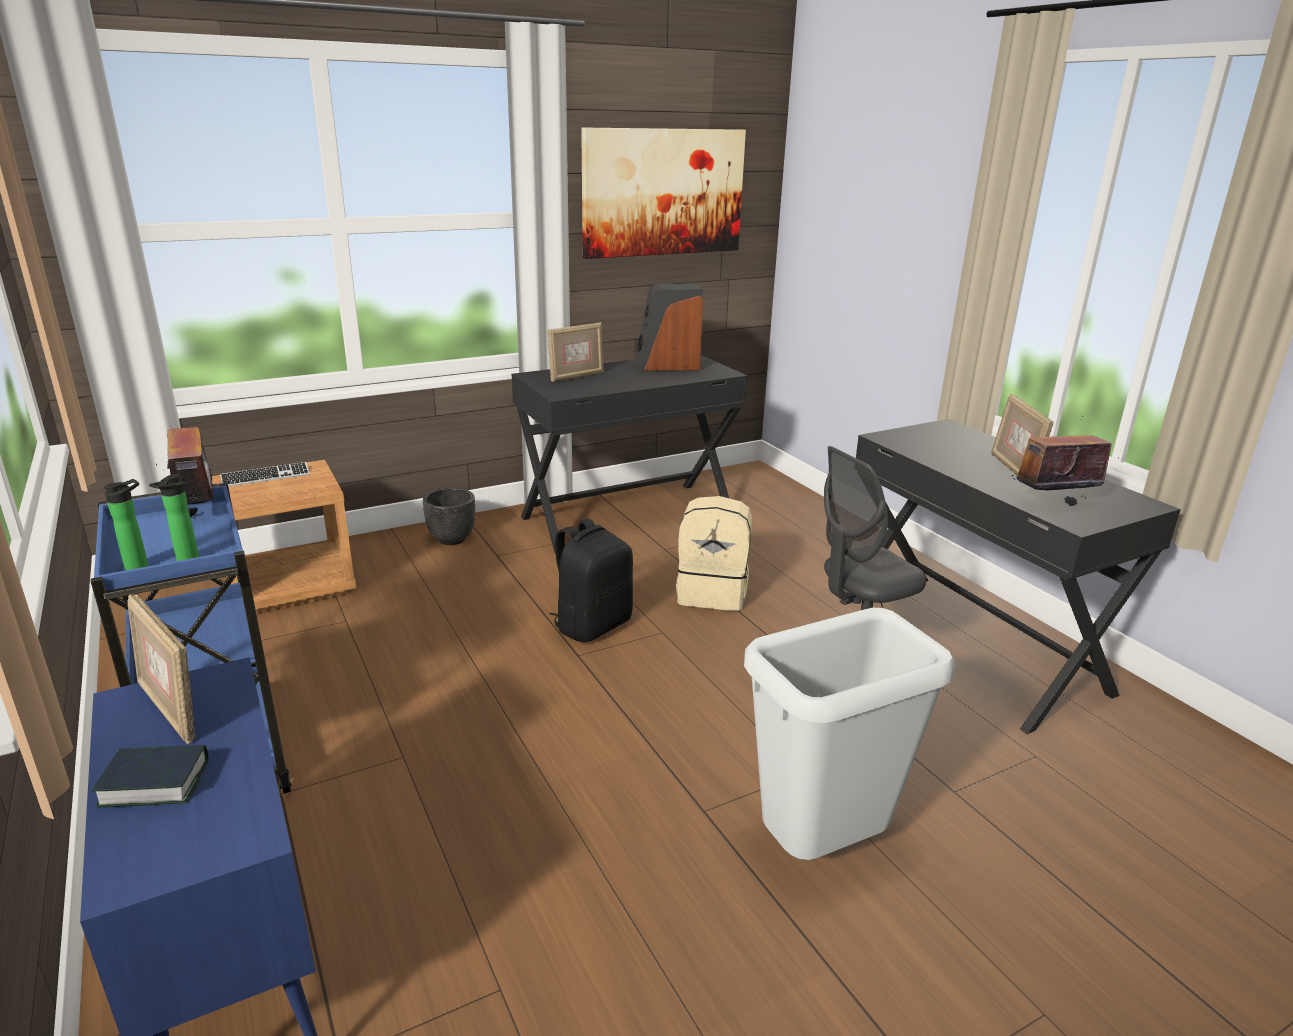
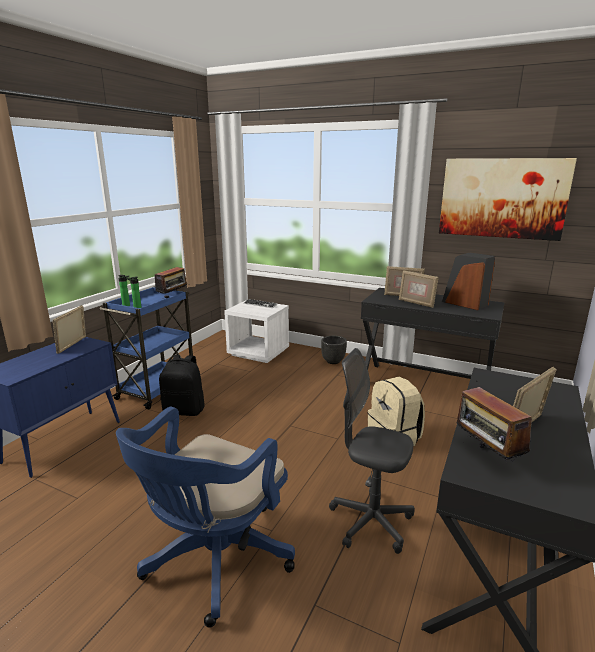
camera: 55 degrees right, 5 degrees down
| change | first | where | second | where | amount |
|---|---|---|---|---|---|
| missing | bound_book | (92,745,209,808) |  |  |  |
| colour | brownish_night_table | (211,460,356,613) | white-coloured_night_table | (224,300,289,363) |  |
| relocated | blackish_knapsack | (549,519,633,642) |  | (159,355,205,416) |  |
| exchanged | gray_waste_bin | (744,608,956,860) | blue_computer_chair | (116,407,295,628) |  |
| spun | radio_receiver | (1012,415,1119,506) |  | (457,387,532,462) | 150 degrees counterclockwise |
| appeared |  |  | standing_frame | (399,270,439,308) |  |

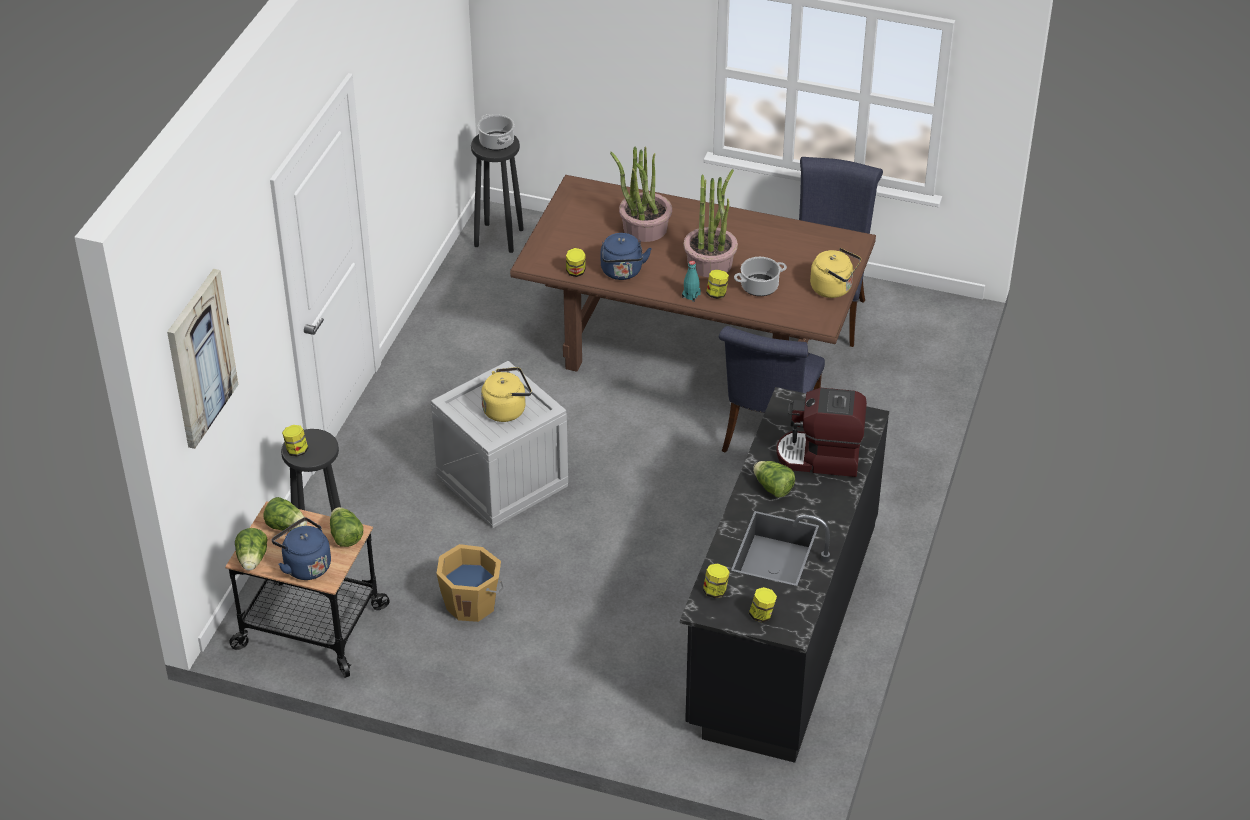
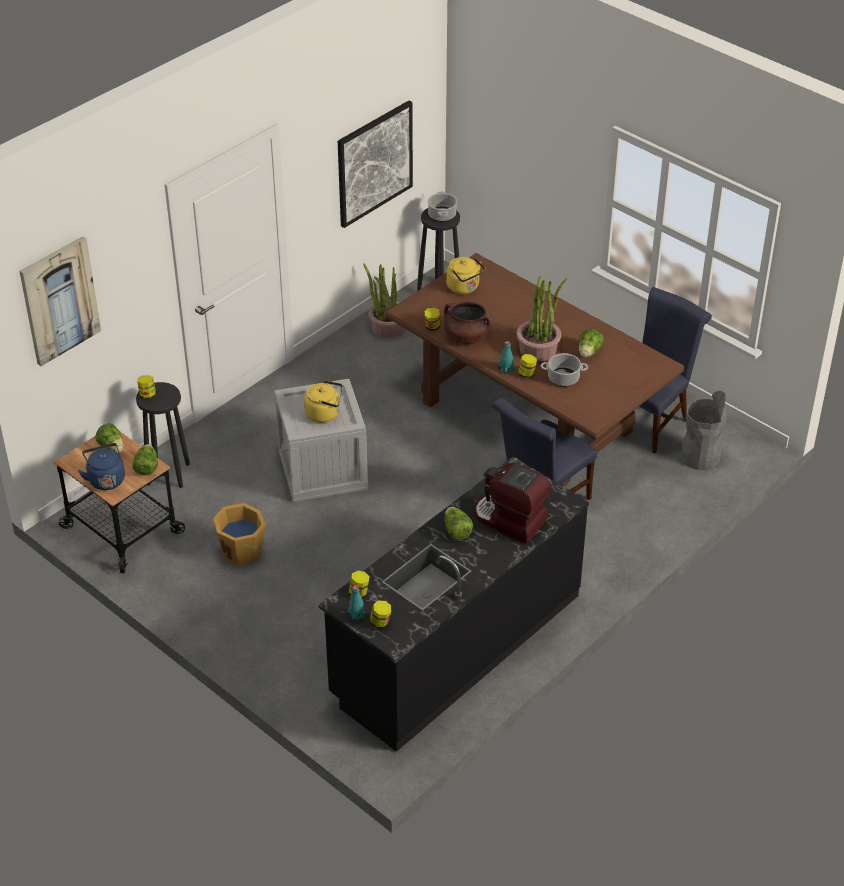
camera: 25 degrees right, 0 degrees up
| change | first | where | second | where | amount |
|---|---|---|---|---|---|
| relocated | head_of_lettuce | (235,528,268,571) |  | (578,329,604,358) |  |
| exchanged | blue_water_kettle | (601,233,652,280) | brownish_saucepot | (444,301,491,344) |  |
| relocated | potted_plant | (610,146,672,242) |  | (363,264,405,338) |  |
| relocated | yellowish_water_kettle | (810,248,861,298) |  | (446,257,486,294) |  |
| appeared |  |  | wall_art | (338,101,413,228) |  |
| appeared |  |  | turquoise_bottle | (347,585,366,623) |  |
| appeared |  |  | gray_waste_bin | (680,391,727,470) |  |

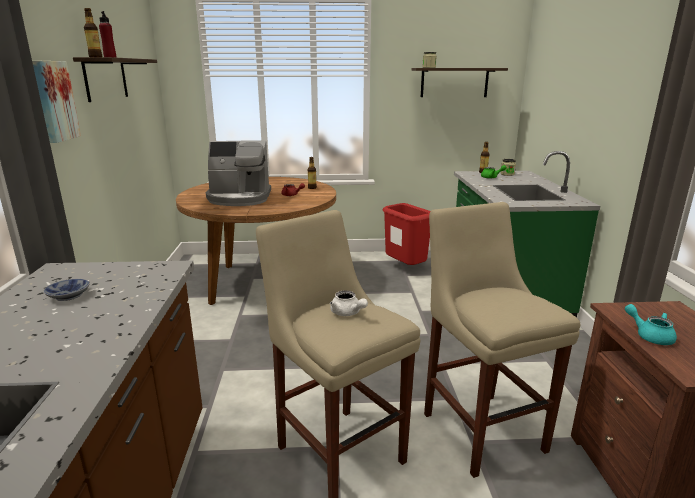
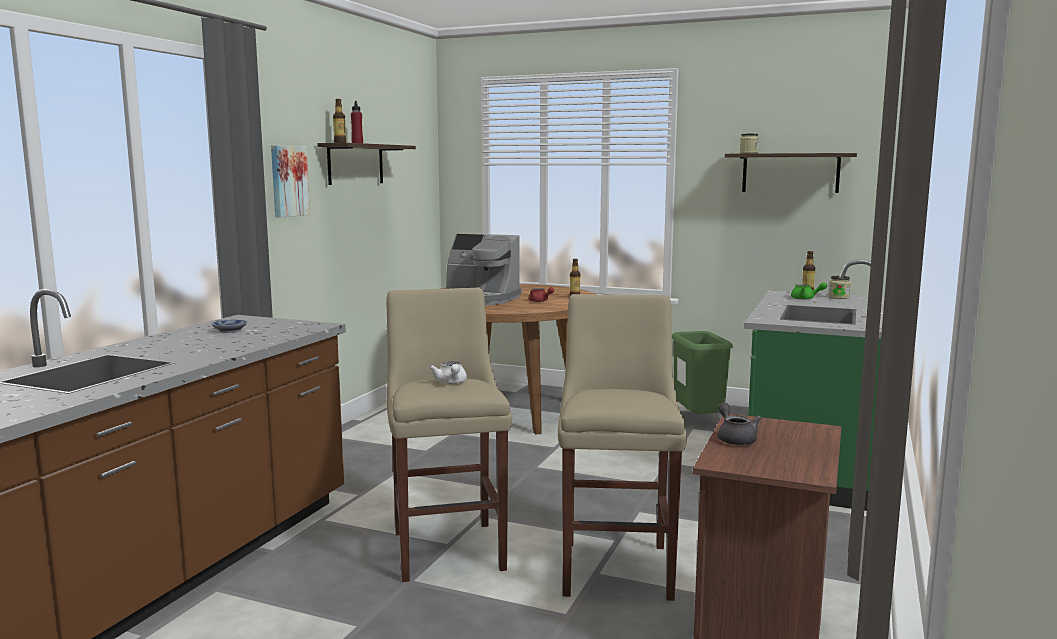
camera: 25 degrees right, 10 degrees down
| change | first | where | second | where | amount |
|---|---|---|---|---|---|
| colour | reddish_waste_bin | (383,203,430,265) | greenish_waste_bin | (672,331,733,414) |  |
| colour | turquoise_tea_pot | (625,304,677,345) | gray_tea_pot | (718,402,761,445) |  |

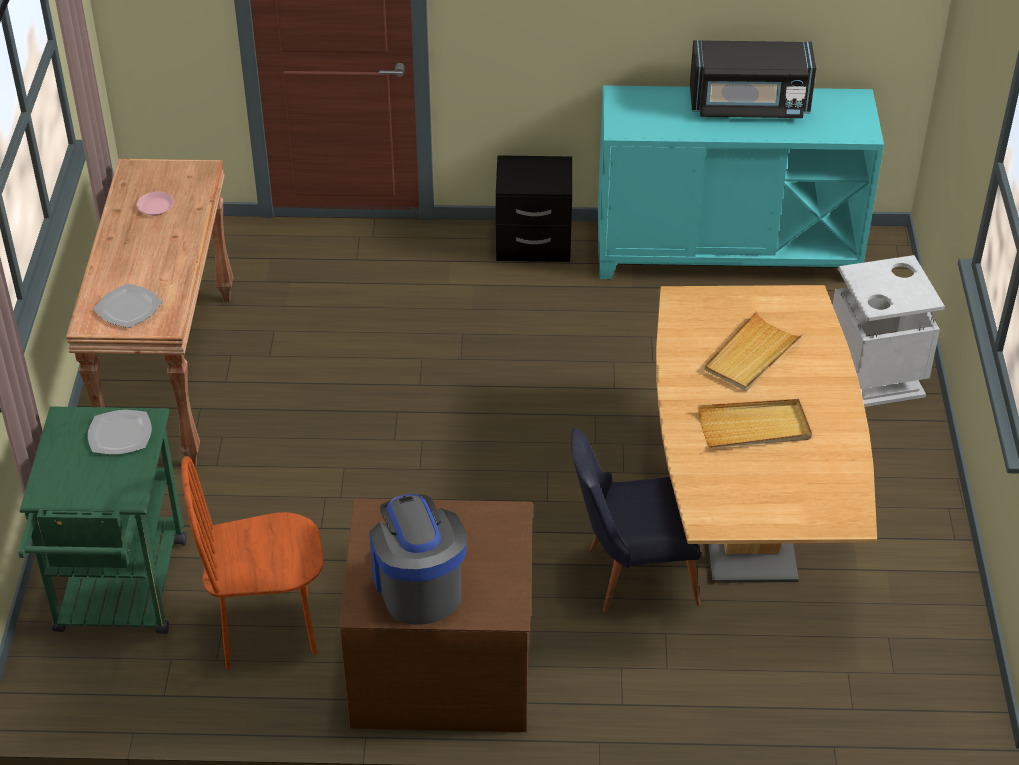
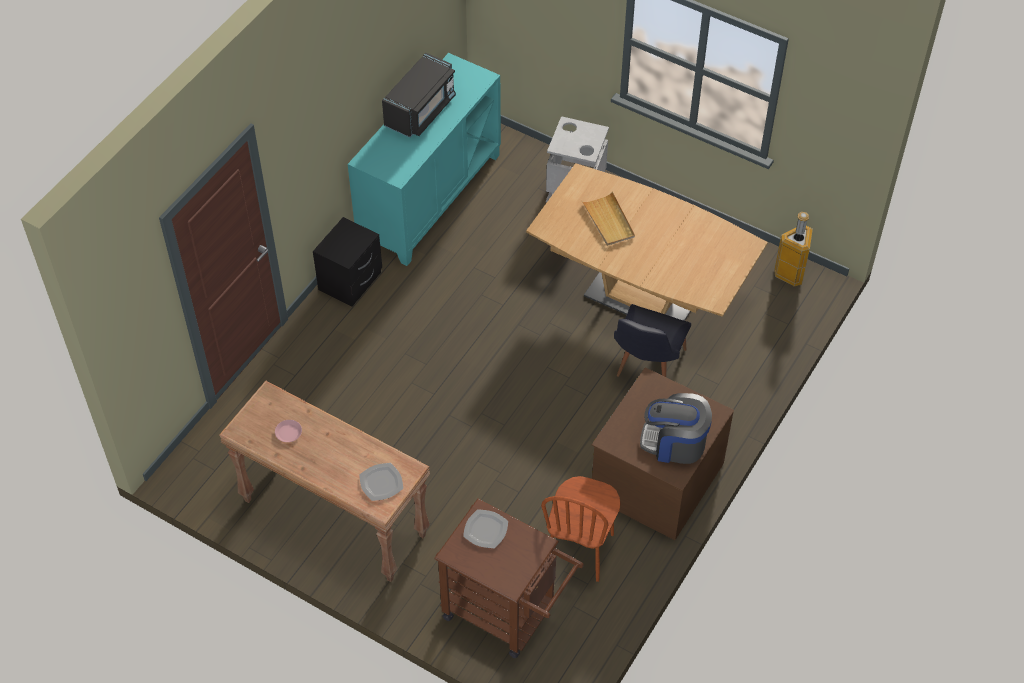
camera: 60 degrees left, 10 degrees up
| change | first | where | second | where | amount |
|---|---|---|---|---|---|
| colour | greenish_cart | (18,406,187,634) | brownish_cart | (434,499,584,658) |  |
| missing | beige-coloured_carrying_tray | (698,399,812,448) |  |  |  |
| appeared |  |  | waste_bin | (774,212,813,287) |  |

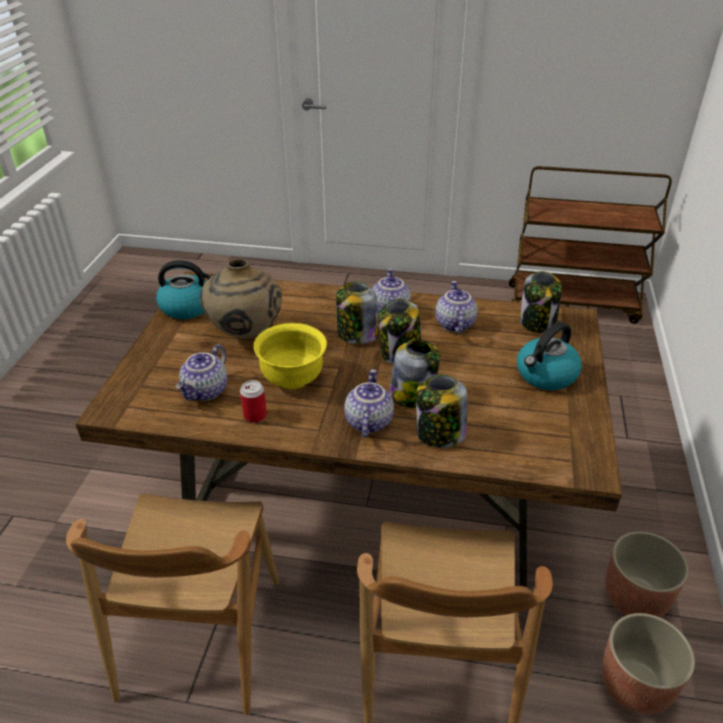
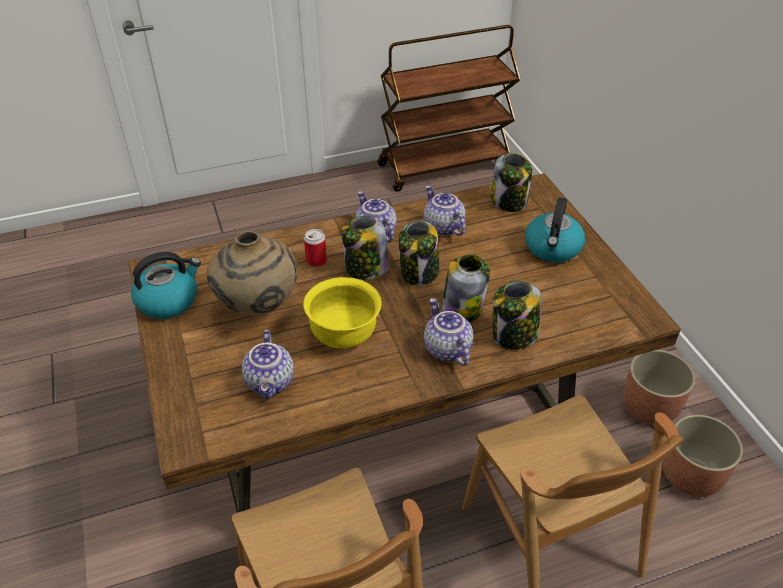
camera: 30 degrees left, 5 degrees up
| change | first | where | second | where | amount |
|---|---|---|---|---|---|
| relocated | sealed_can | (240,380,267,423) |  | (304,229,327,267) |  |

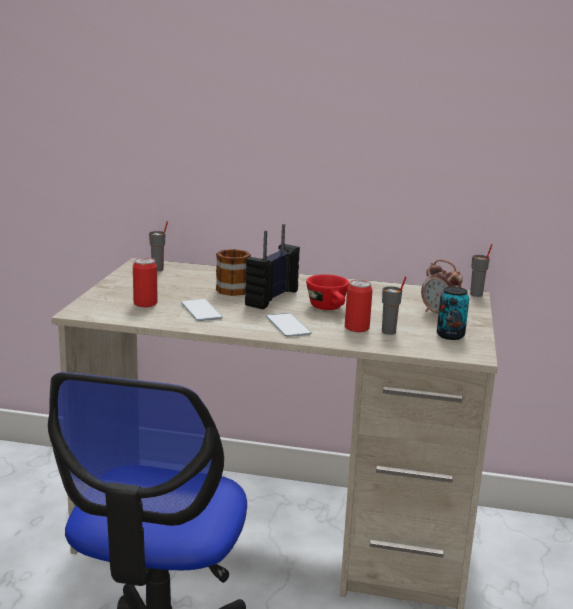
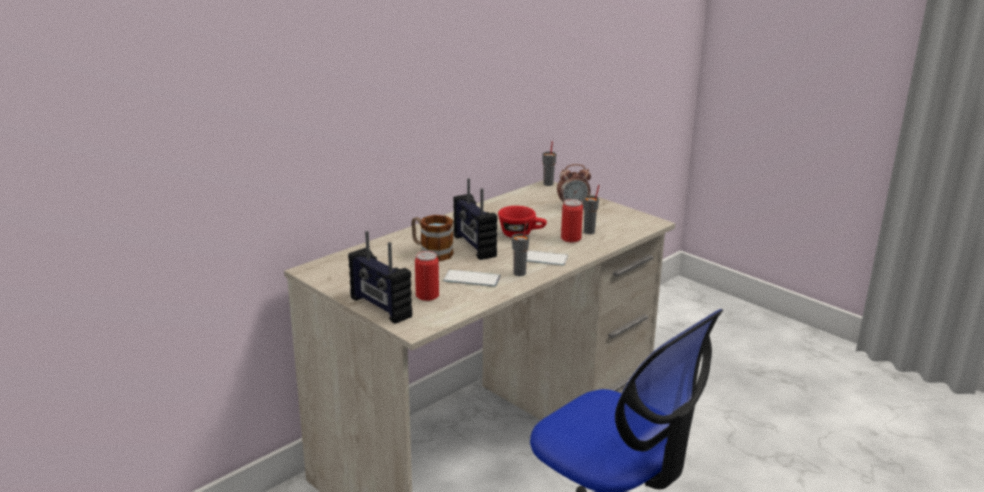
camera: 55 degrees left, 5 degrees up
| change | first | where | second | where | amount |
|---|---|---|---|---|---|
| relocated | gray_drinking_cup | (149,221,168,271) |  | (512,221,529,276) |  |
| missing | sealed_can | (437,287,469,340) |  |  |  |
| appeared |  |  | radio_receiver | (348,231,412,324) |  |

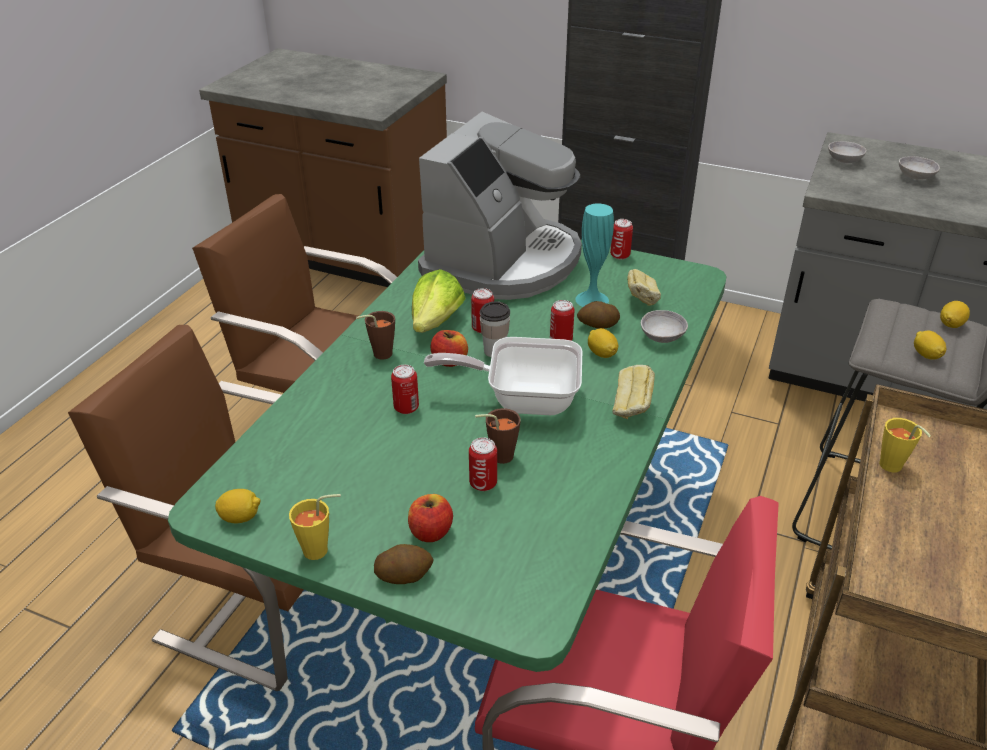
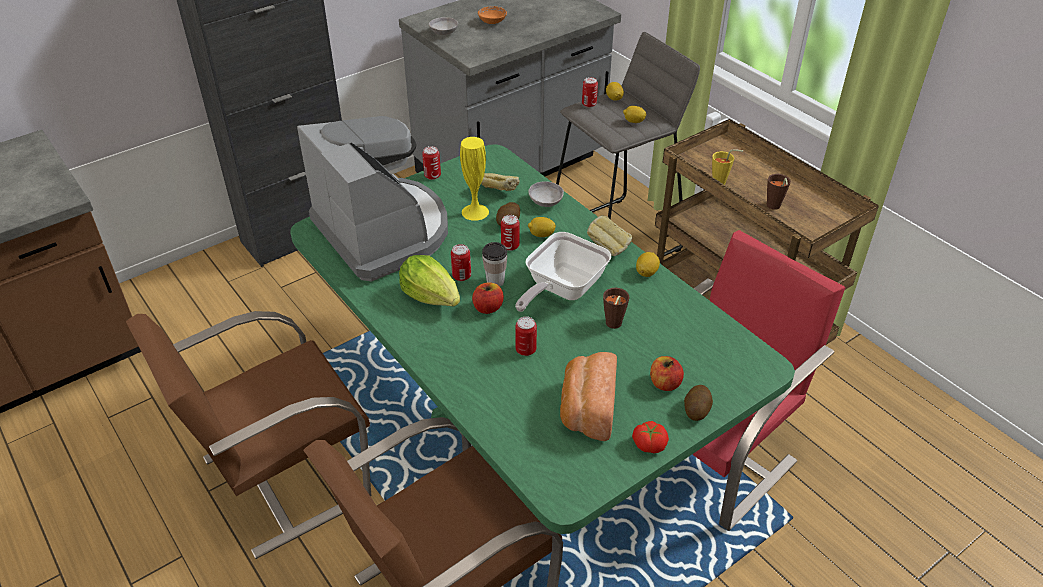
camera: 60 degrees left, 5 degrees up
| change | first | where | second | where | amount |
|---|---|---|---|---|---|
| relocated | whole_lemon | (215,489,260,523) |  | (636,252,660,277) |  |
| exchanged | yellowish_drinking_cup | (289,494,341,560) | whole_tomato | (632,421,669,453) |  |
| relocated | brownish_drinking_cup | (356,311,395,360) |  | (766,174,791,210) |  |
| relocated | sealed_can | (469,437,497,491) |  | (582,77,598,107) |  |
| colour | turquoise_vase | (575,203,614,307) | yellowish_vase | (460,137,489,221) |  |
| colour | gray_bowl | (899,156,940,180) | orangey_bowl | (478,6,507,24) |  |
| appeared |  |  | bread | (560,352,617,441) |  |

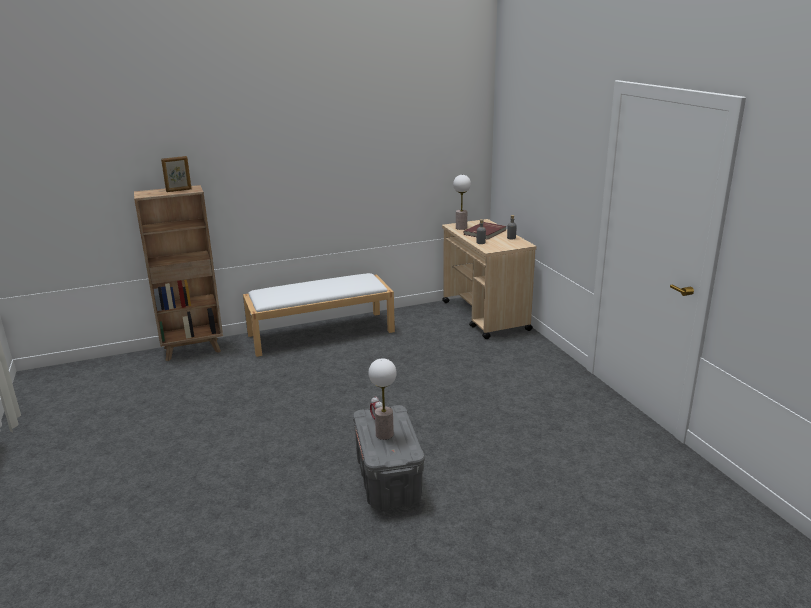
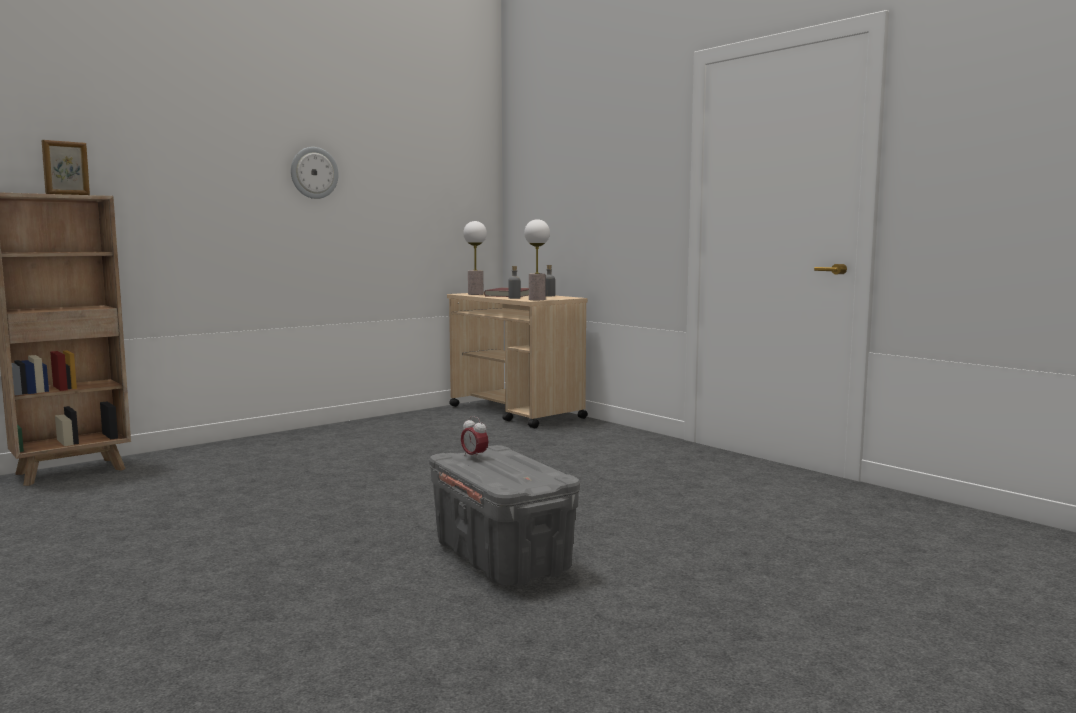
camera: 20 degrees left, 15 degrees down
| change | first | where | second | where | amount |
|---|---|---|---|---|---|
| missing | white-coloured_indoor_bench | (243,273,395,357) |  |  |  |
| relocated | lamp_for_a_table | (369,358,397,440) |  | (524,219,550,300) |  |
| appeared |  |  | hanging_clock | (291,147,339,199) |  |

